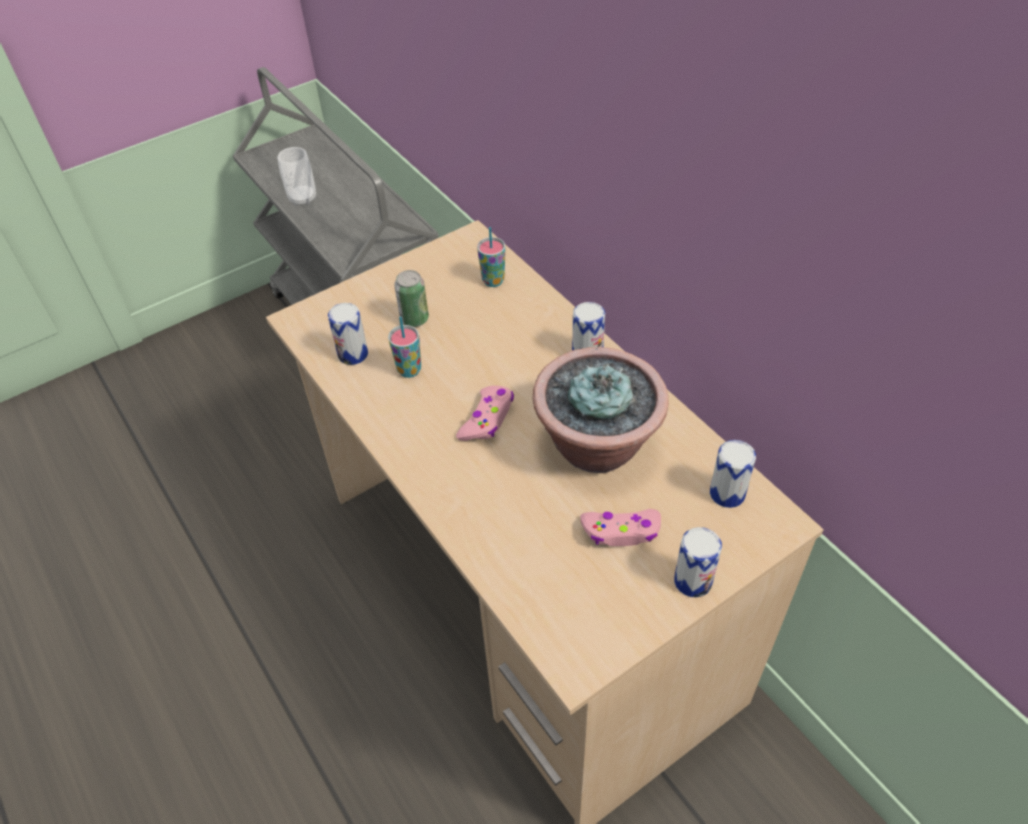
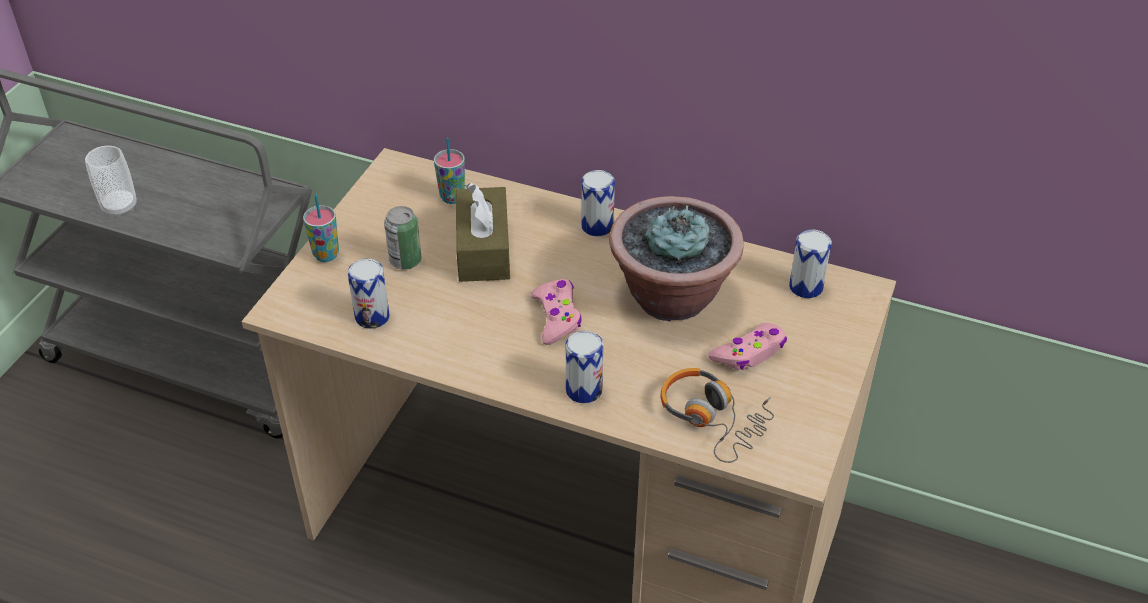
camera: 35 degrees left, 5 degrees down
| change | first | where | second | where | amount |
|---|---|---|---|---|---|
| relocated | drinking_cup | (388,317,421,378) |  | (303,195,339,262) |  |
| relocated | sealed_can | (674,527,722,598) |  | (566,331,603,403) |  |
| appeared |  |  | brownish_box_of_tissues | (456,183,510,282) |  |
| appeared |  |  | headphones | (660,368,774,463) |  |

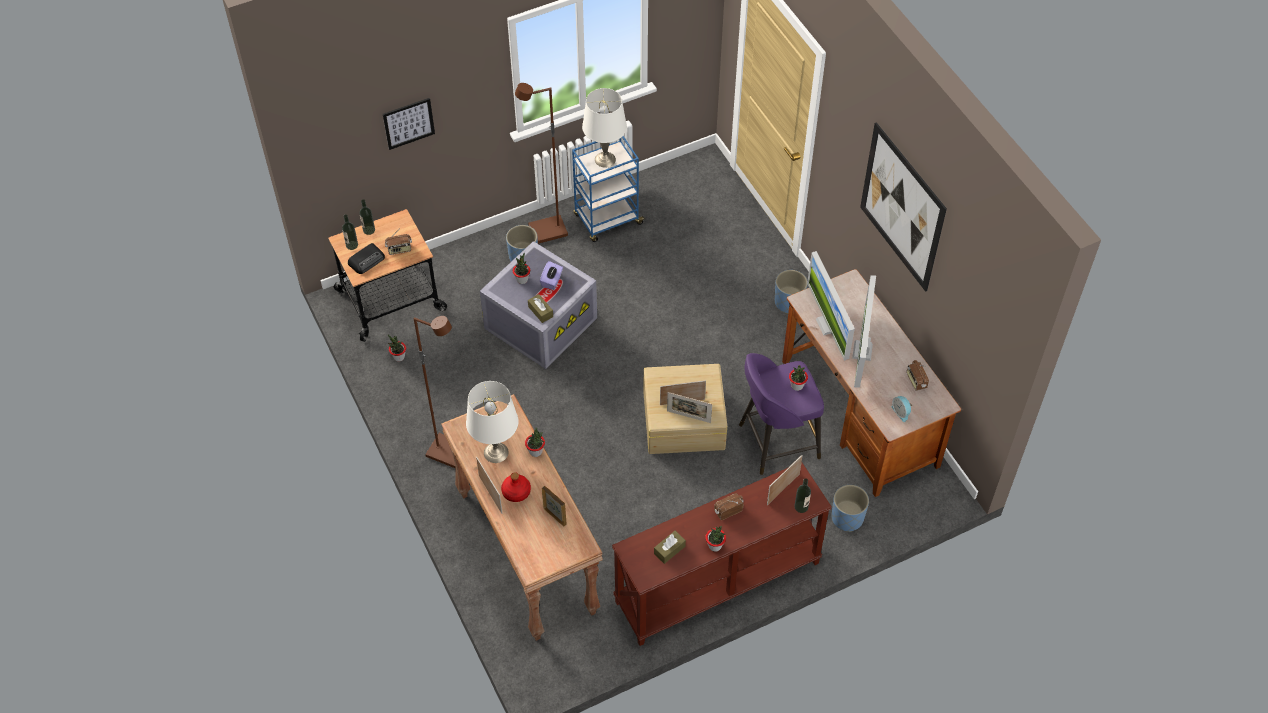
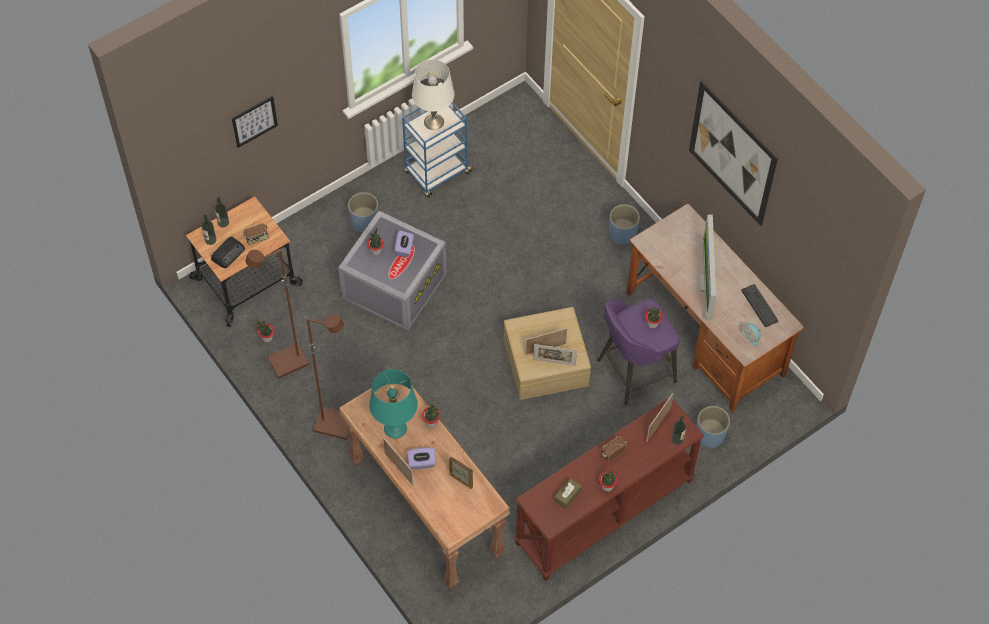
camera: 10 degrees left, 5 degrees up
| change | first | where | second | where | amount |
|---|---|---|---|---|---|
| colour | white-coloured_lamp_for_a_table | (466,381,519,463) | turquoise_lamp_for_a_table | (369,369,418,439) |  |
| exchanged | reddish_bottle | (501,472,531,502) | purple_box_of_tissues | (407,447,436,469) |  |
| relocated | brownish_standard_lamp | (515,83,568,244) |  | (246,249,309,379) |  |
| missing | brownish_box_of_tissues | (528,294,553,323) |  |  |  |
| missing | computer_display | (807,251,855,361) |  |  |  |
| exchanged | radio_receiver | (907,360,929,391) | computer_keyboard | (741,284,778,327) |  |

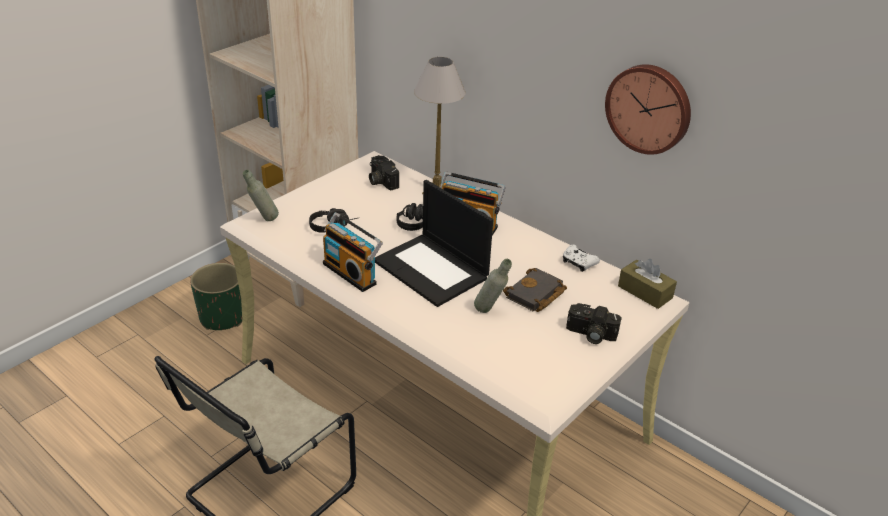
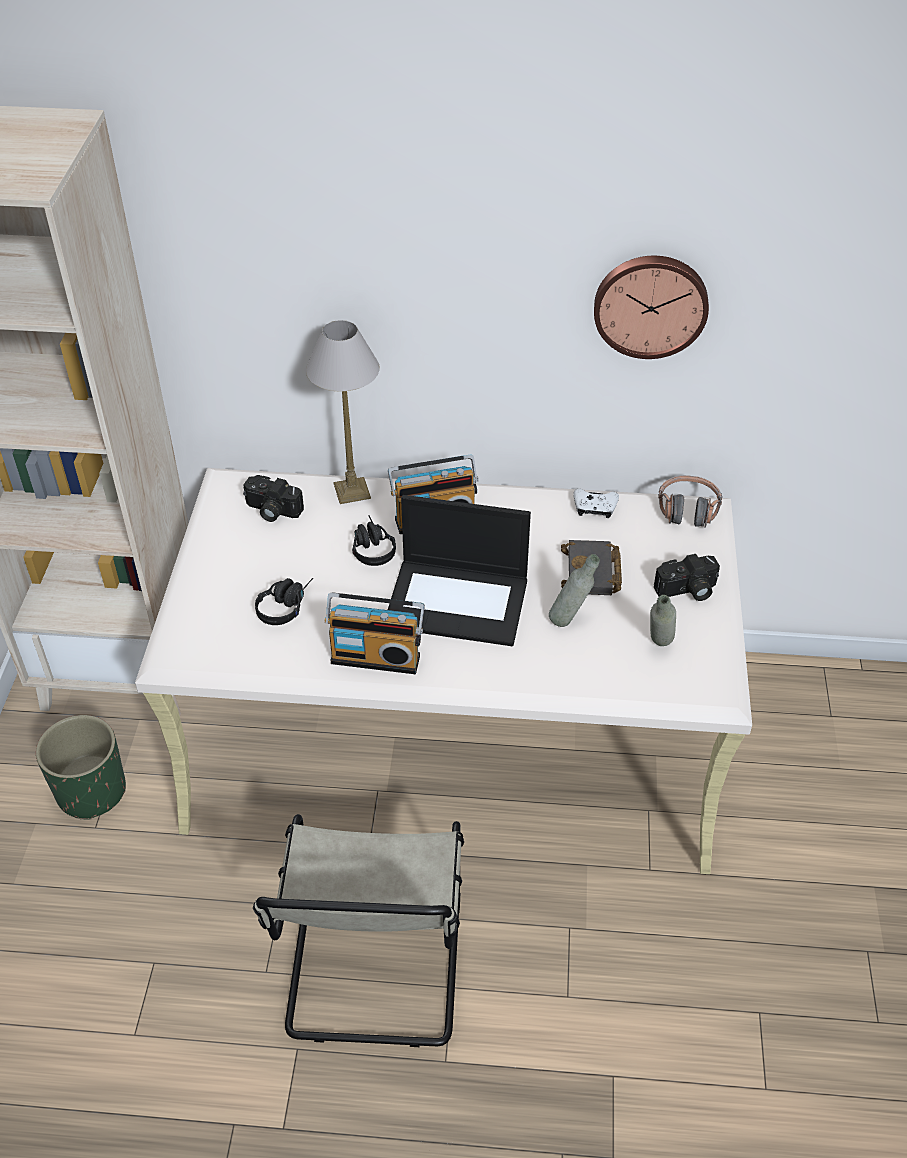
camera: 35 degrees left, 10 degrees up
| change | first | where | second | where | amount |
|---|---|---|---|---|---|
| relocated | gray_bottle | (243,170,279,221) |  | (650,595,676,646) |  |
| exchanged | brownish_box_of_tissues | (618,259,677,309) | headphones | (658,475,722,528) |  |

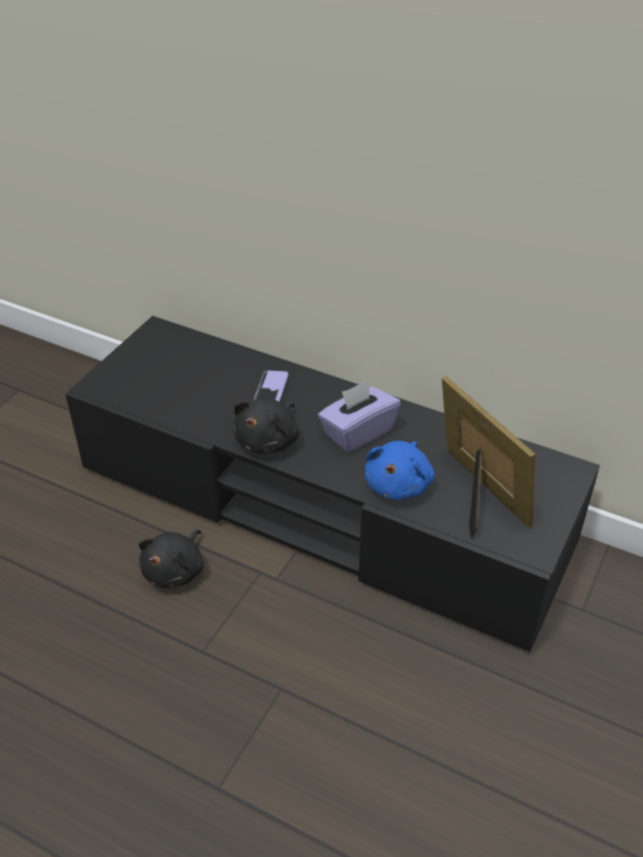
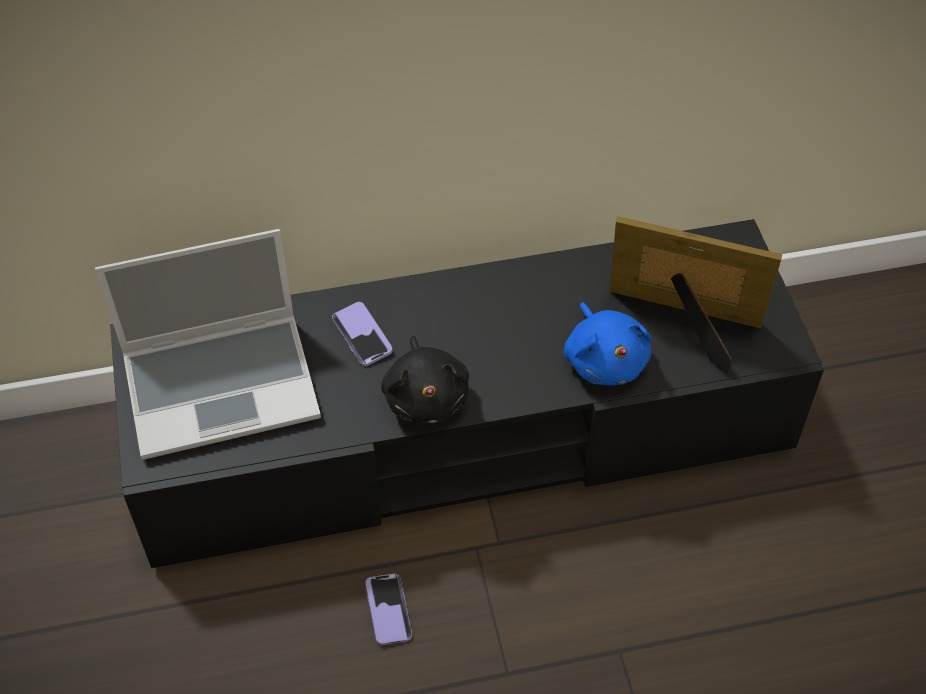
camera: 40 degrees left, 10 degrees up
| change | first | where | second | where | amount |
|---|---|---|---|---|---|
| exchanged | blackish_plush_toy | (139,529,204,588) | telephone | (365,574,412,645) |  |
| missing | purple_box_of_tissues | (318,380,401,453) |  |  |  |
| appeared |  |  | laptop | (95,229,321,460) |  |

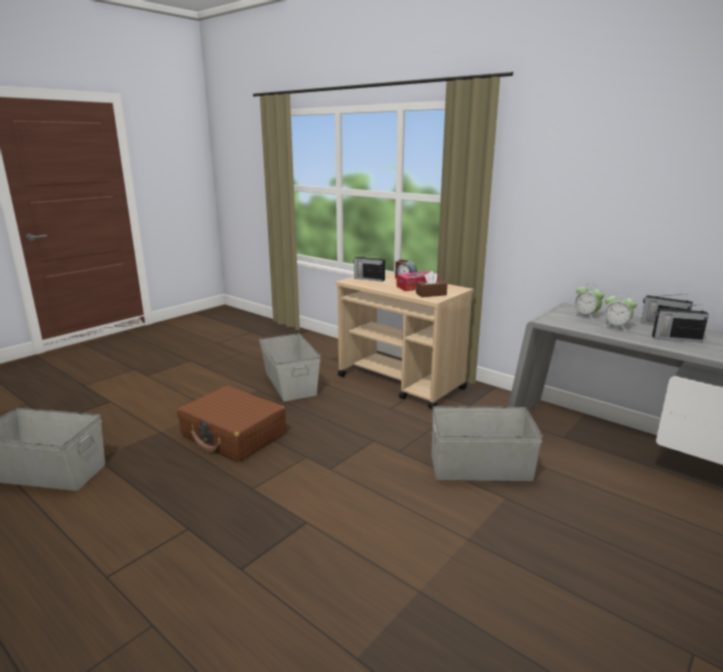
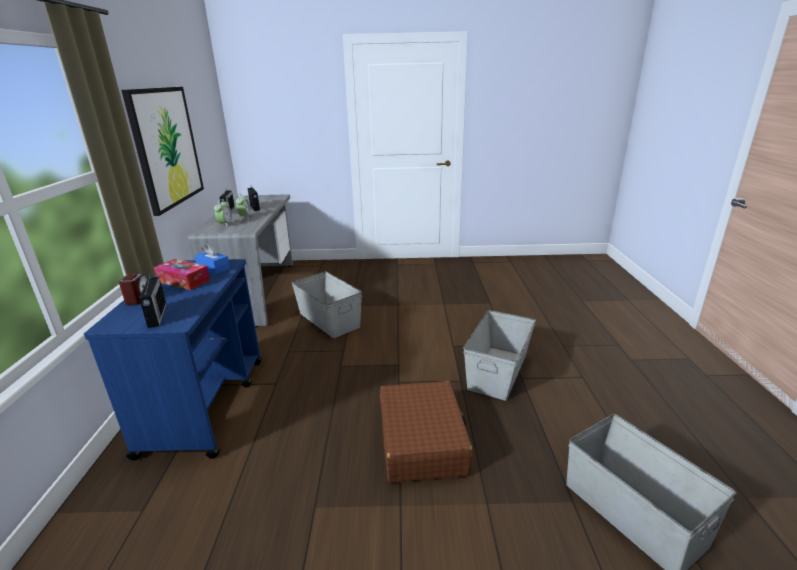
camera: 130 degrees left, 5 degrees up
| change | first | where | second | where | amount |
|---|---|---|---|---|---|
| relocated | gray_storage_bin | (259,333,321,402) |  | (463,310,536,401) |  |
| colour | beige-coloured_cart | (336,272,474,409) | blue_cart | (84,259,262,460) |  |
| colour | brownish_box_of_tissues | (416,271,447,297) | blue_box_of_tissues | (195,244,230,274) |  |
| appeared |  |  | wall_art | (121,87,204,216) |  |

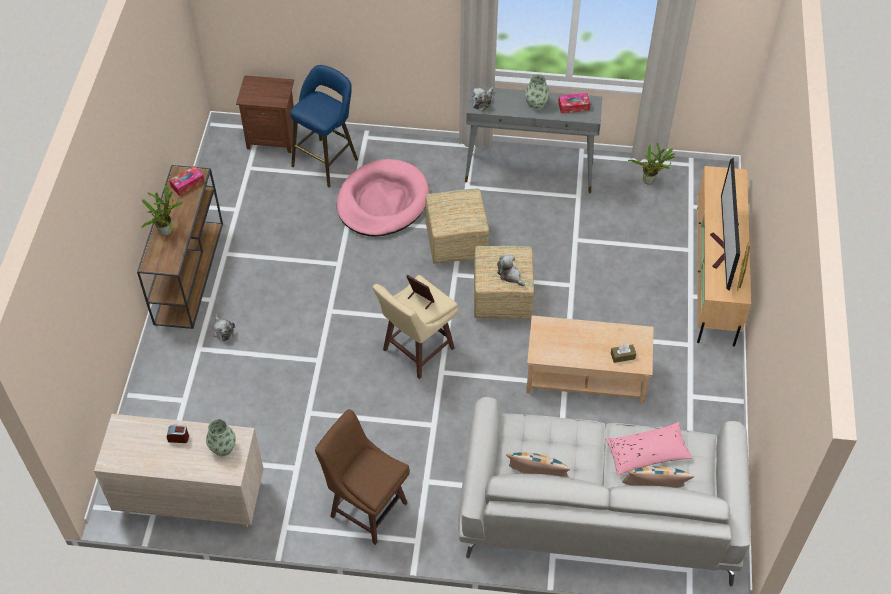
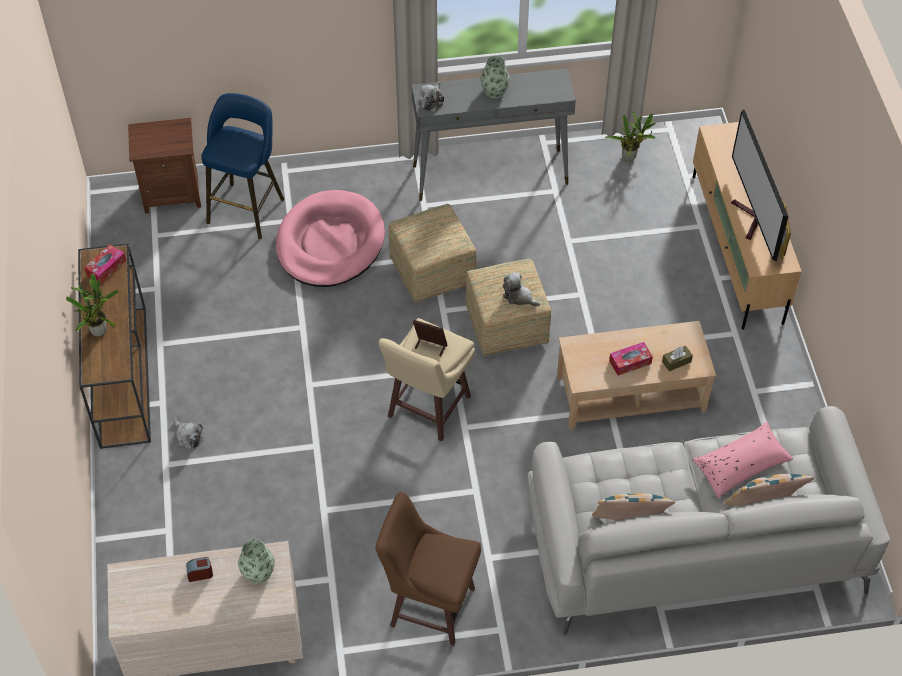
camera: 15 degrees left, 0 degrees up
| change | first | where | second | where | amount |
|---|---|---|---|---|---|
| relocated | box_of_tissues | (558,93,590,114) |  | (609,342,653,375) |  |

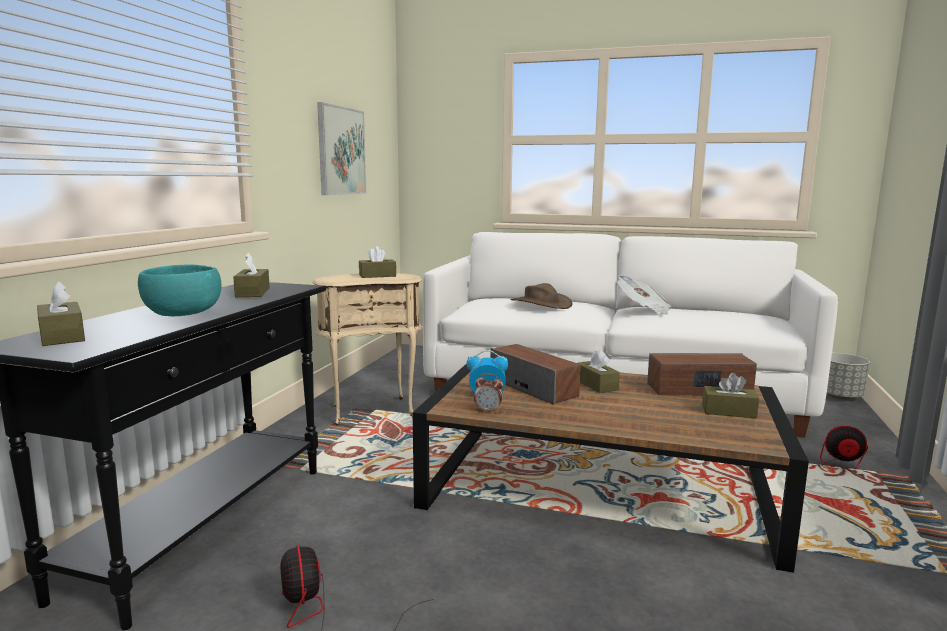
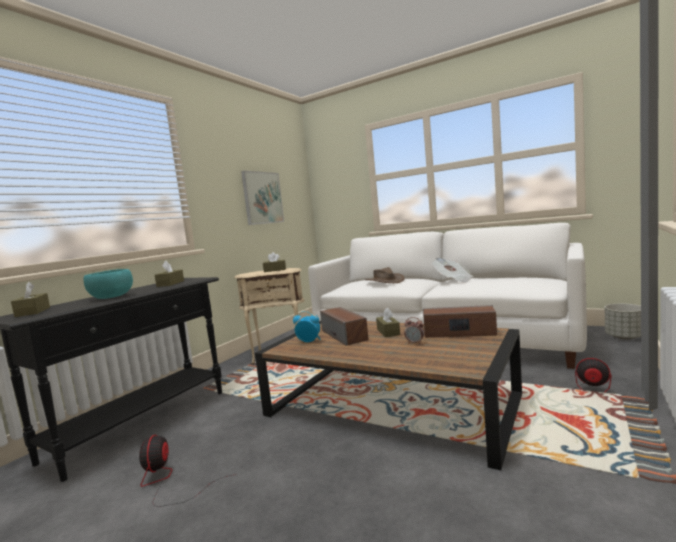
camera: 15 degrees right, 5 degrees down
| change | first | where | second | where | amount |
|---|---|---|---|---|---|
| relocated | alarm_clock | (474,373,503,413) |  | (404,317,424,344) |  |
| missing | brownish_box_of_tissues | (702,373,759,418) |  |  |  |

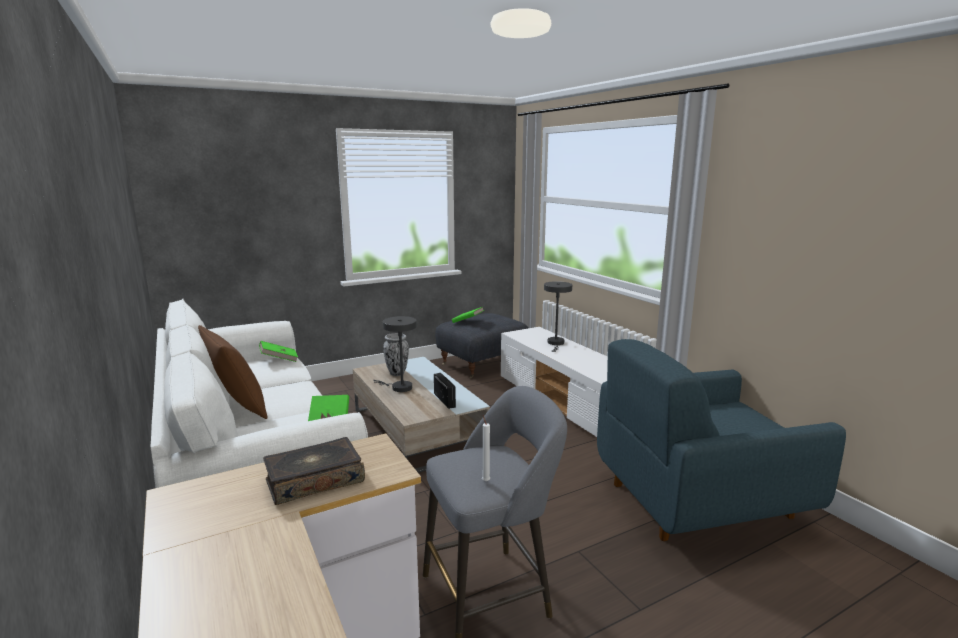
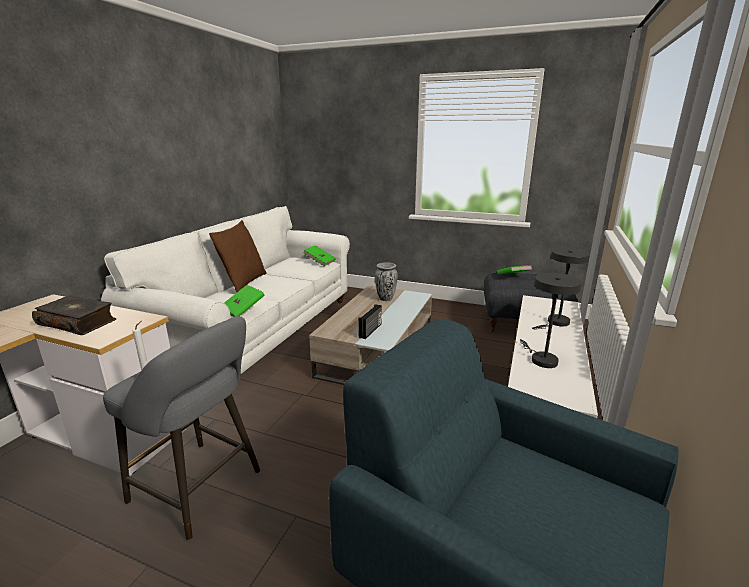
camera: 50 degrees right, 5 degrees up
| change | first | where | second | where | amount |
|---|---|---|---|---|---|
| relocated | gray_lamp_for_a_table | (373,316,417,392) |  | (520,273,582,368) |  |

